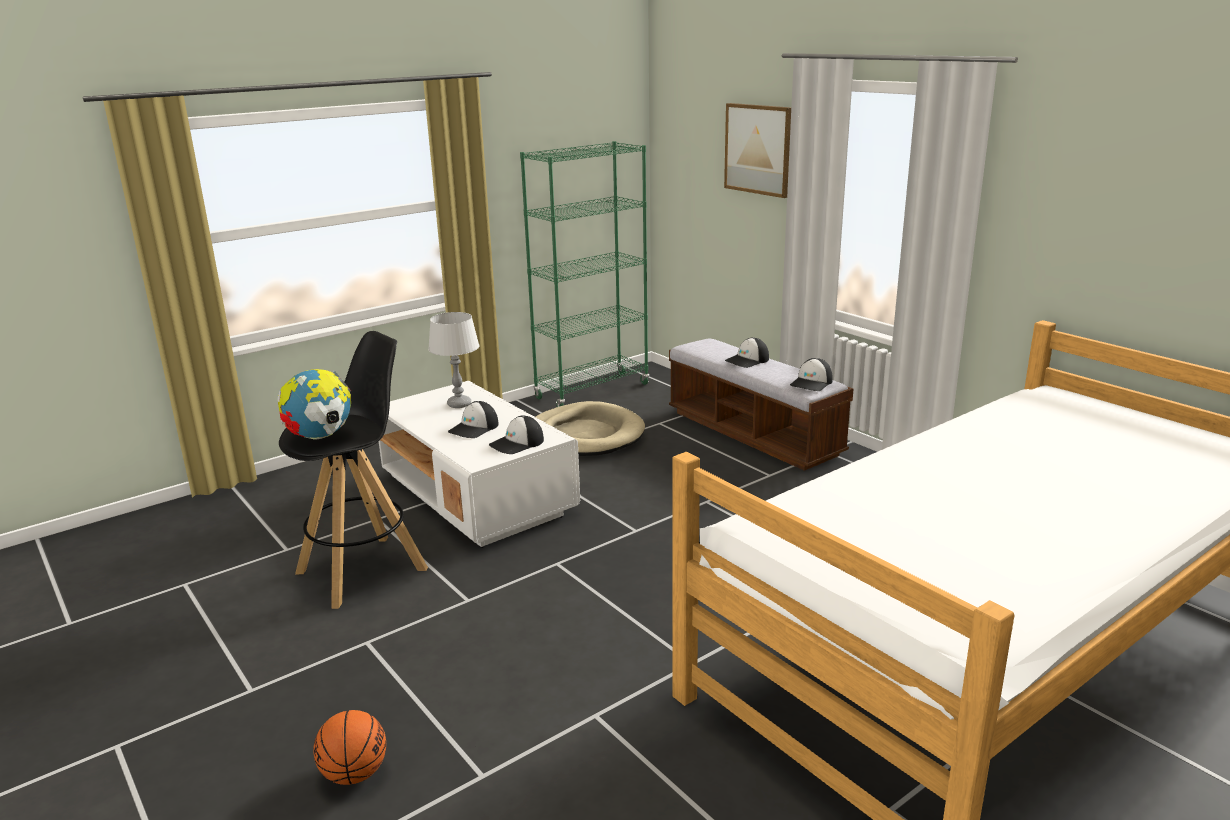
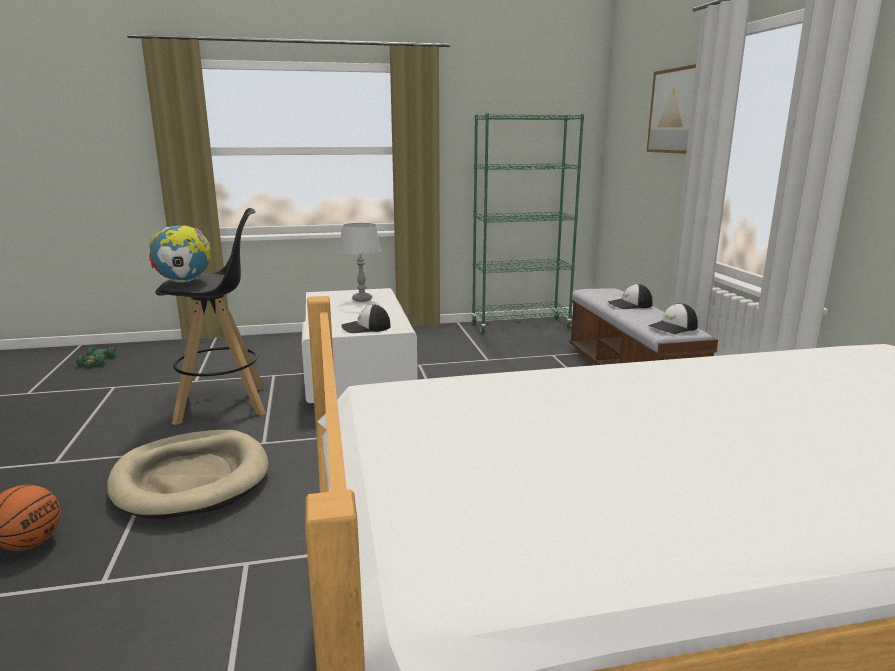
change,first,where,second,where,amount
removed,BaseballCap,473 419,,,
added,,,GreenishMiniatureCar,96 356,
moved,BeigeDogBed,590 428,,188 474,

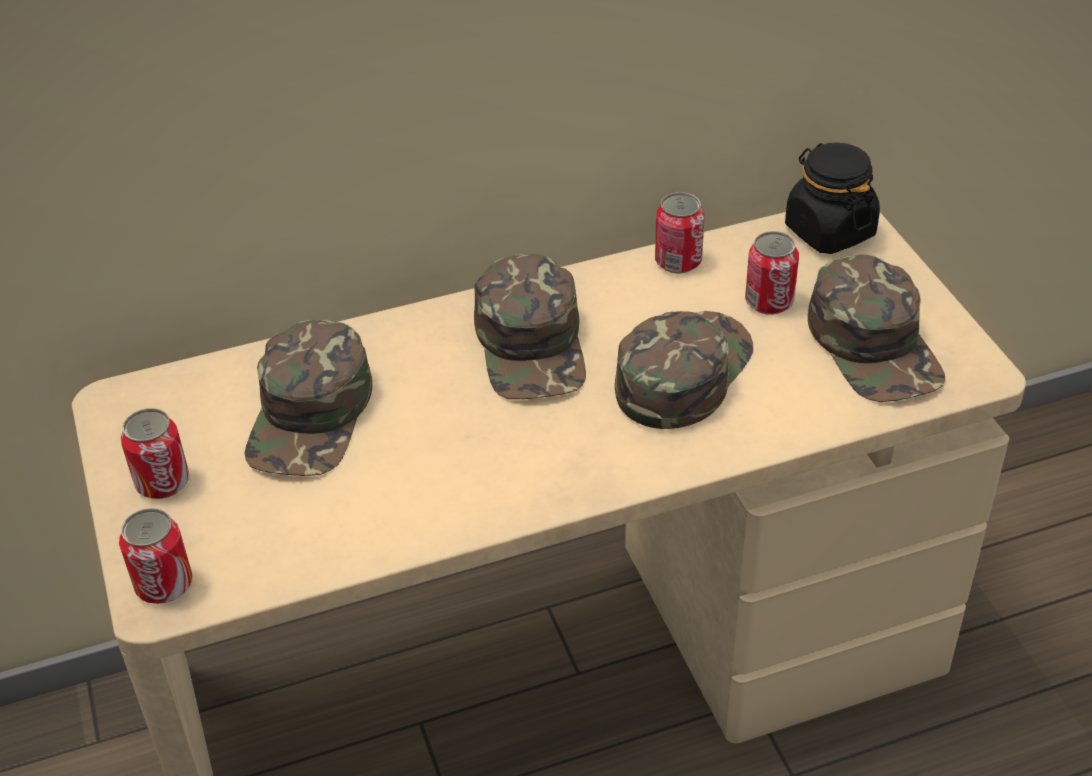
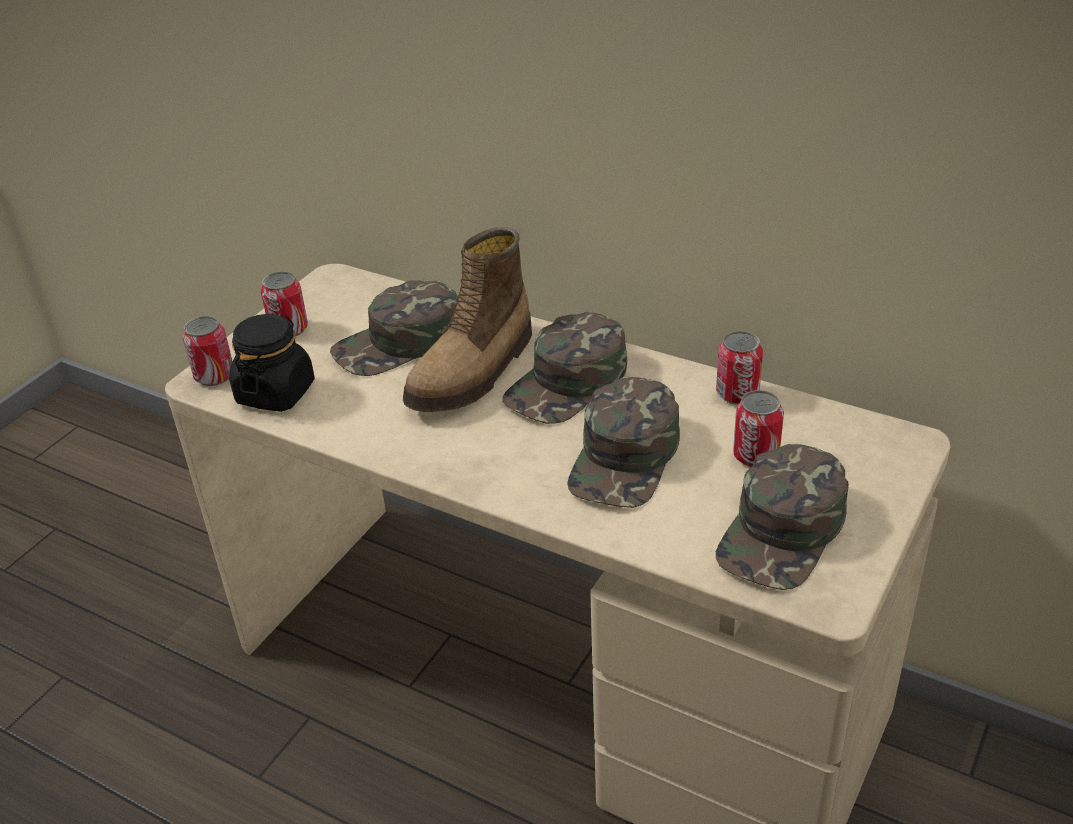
change,first,where,second,where,amount
added,,,TallBoot,467 319,
moved,BlackColouredStorageJar,832 198,,272 362,
turned,GreenishBaseballCap,684 370,,623 442,120 degrees clockwise

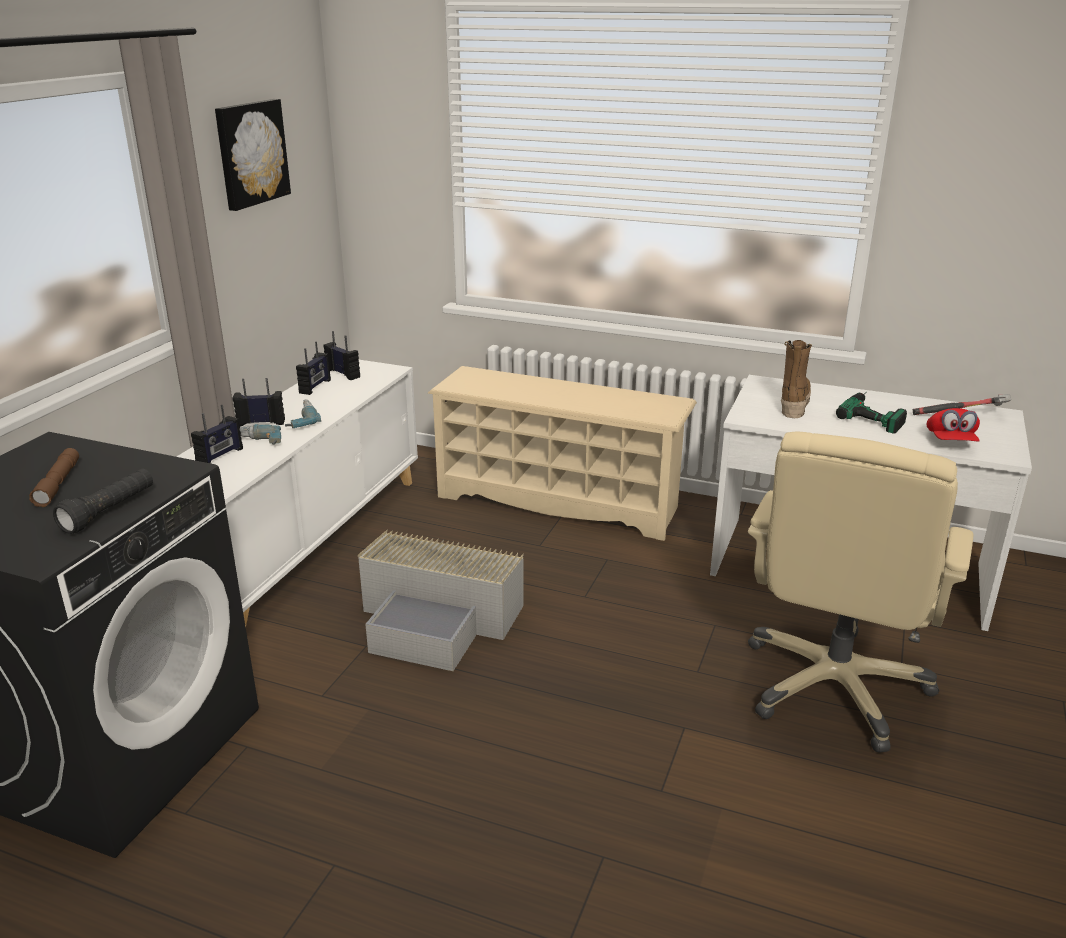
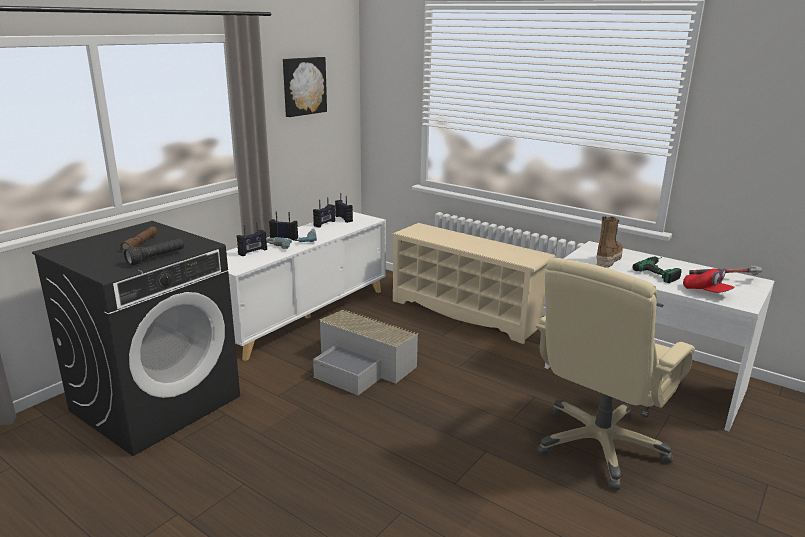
change,first,where,second,where,amount
turned,RedBaseballCap,953 424,,709 280,60 degrees counterclockwise

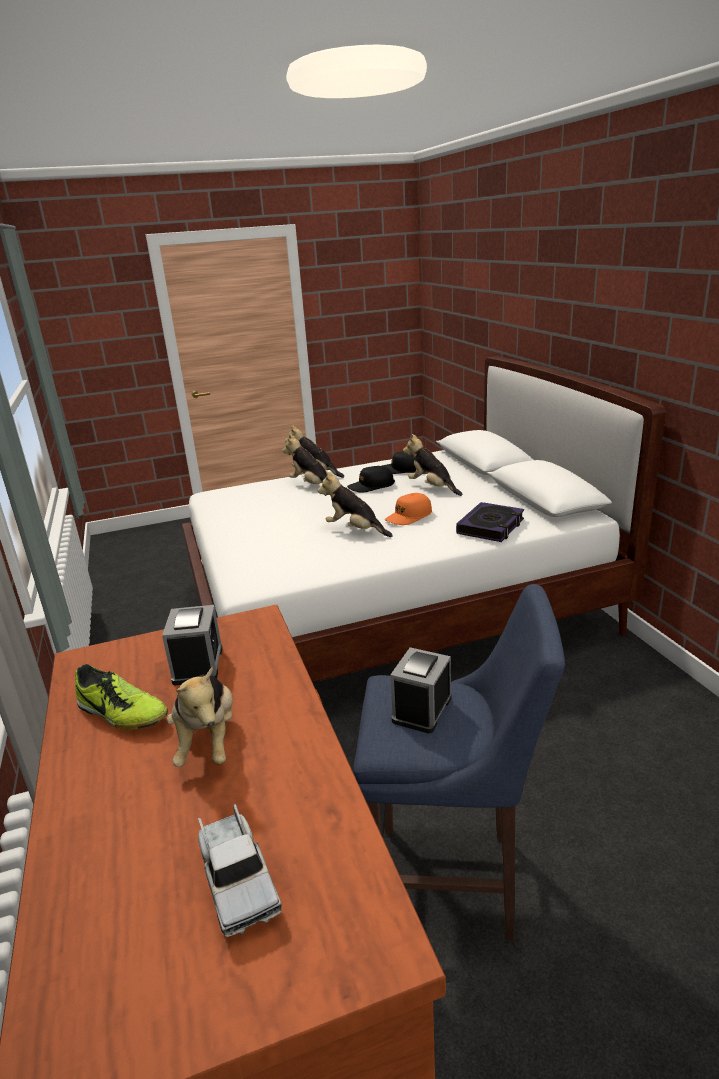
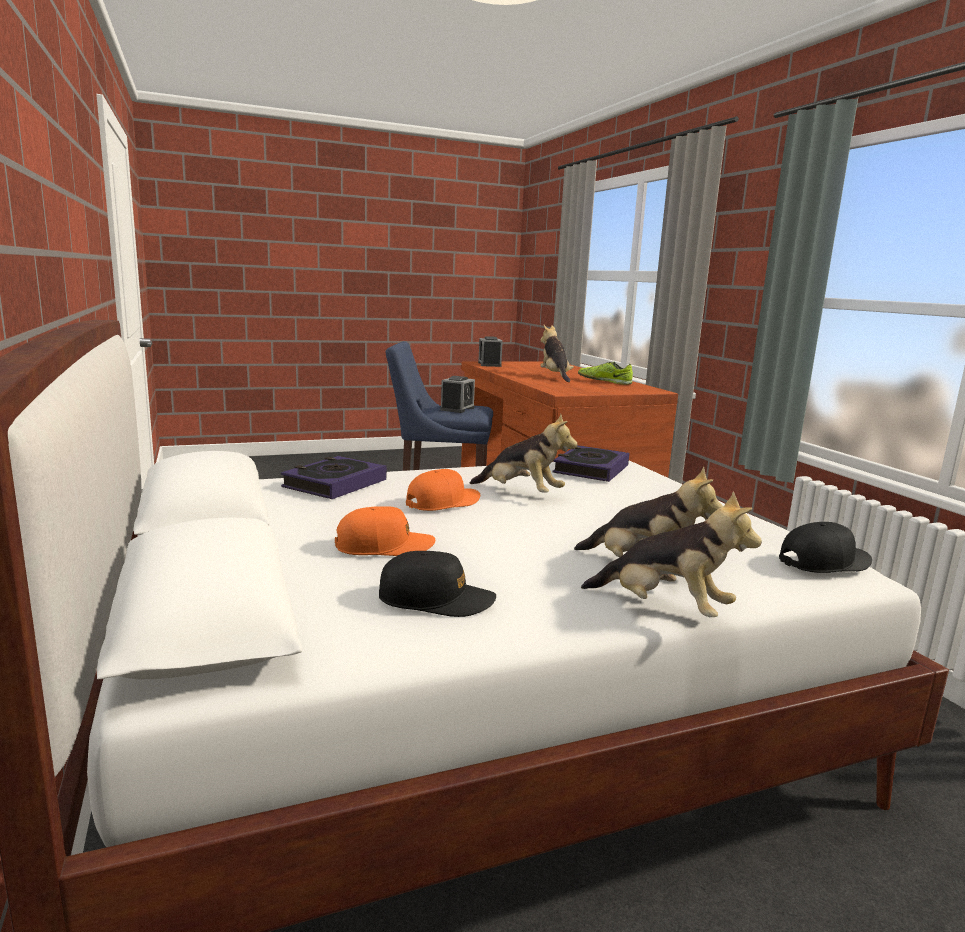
change,first,where,second,where,amount
removed,ToyLorry,240 870,,,
added,,,Book,591 463,
moved,AlarmClock,192 645,,490 351,
moved,BlackColouredBaseballCap,371 479,,825 547,
replaced,PlushToy,433 465,OrangeyBaseballCap,385 531,

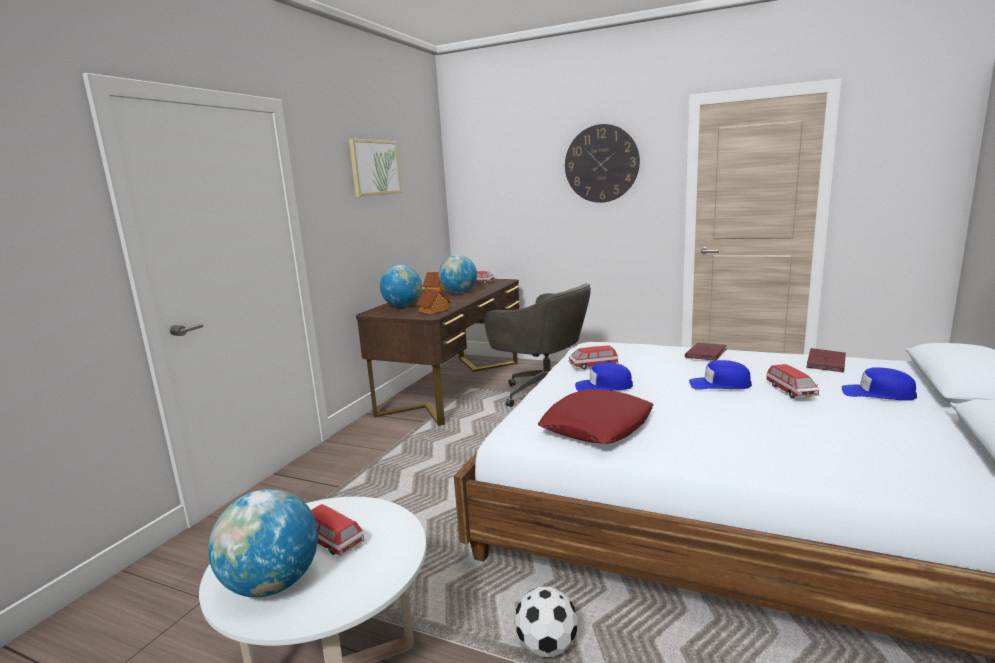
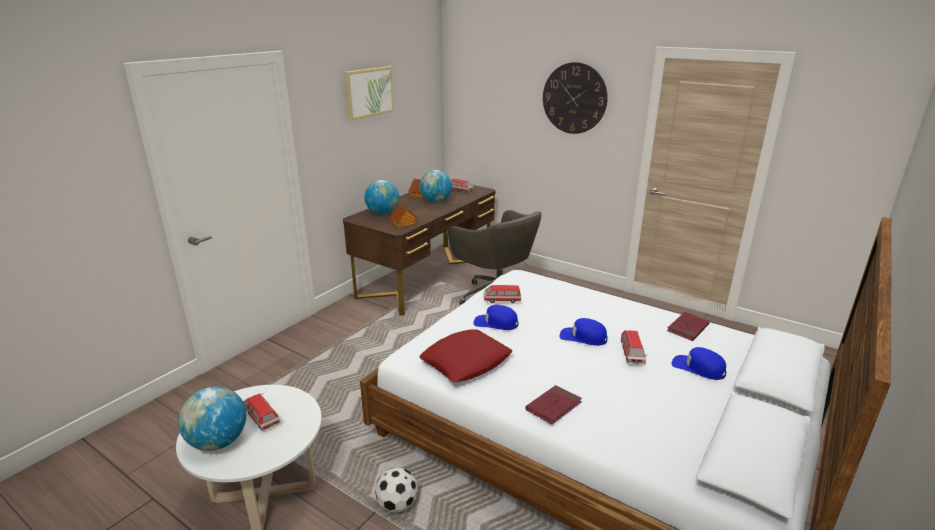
change,first,where,second,where,amount
moved,RedBook,706 352,,553 405,

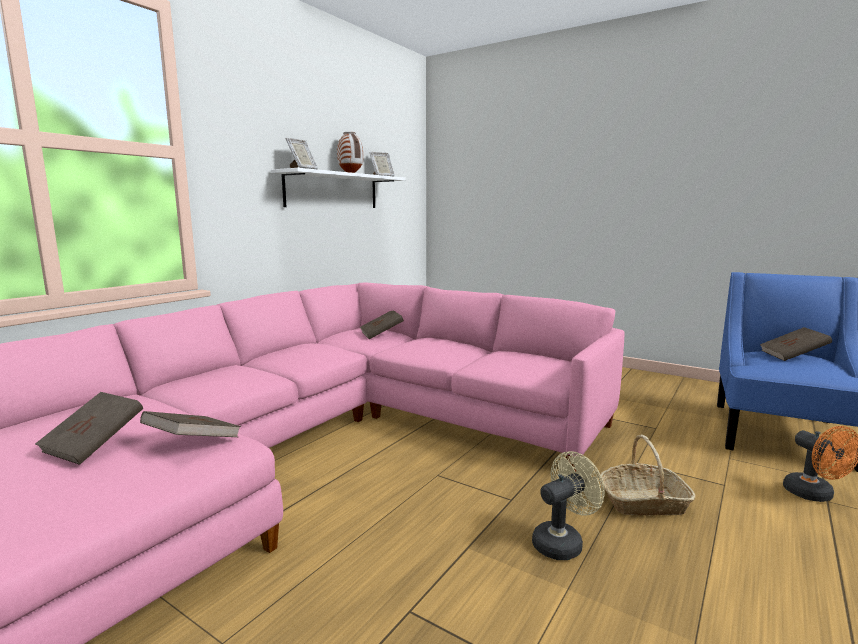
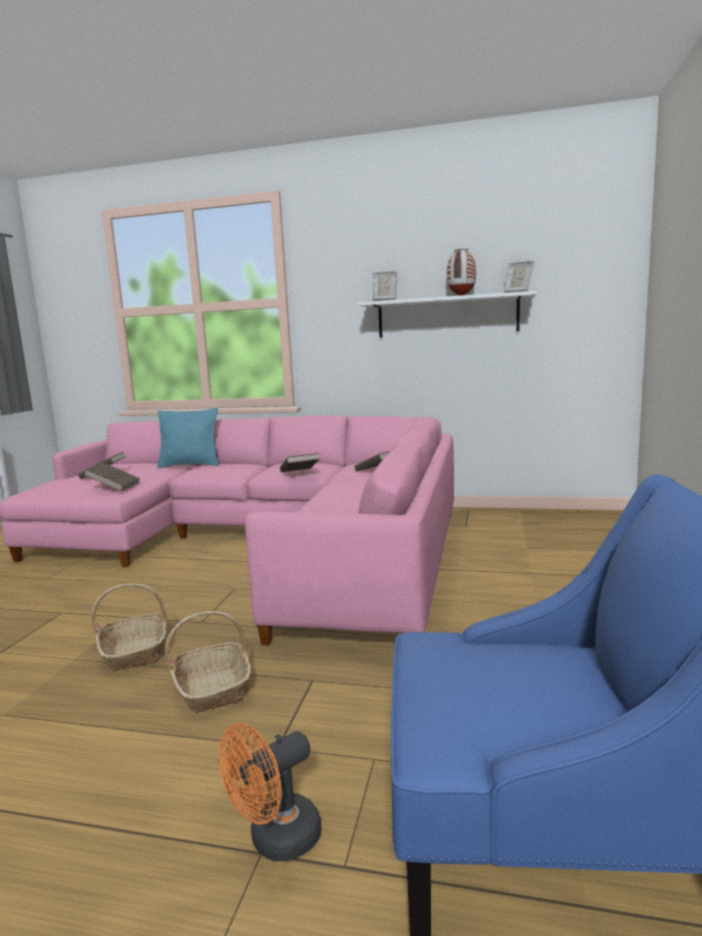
change,first,where,second,where,amount
added,,,BlueGreenCushion,188 438,
moved,BrownishBook,796 344,,299 462,
replaced,BeigeCoolingFan,568 505,StorageBasket,129 627,

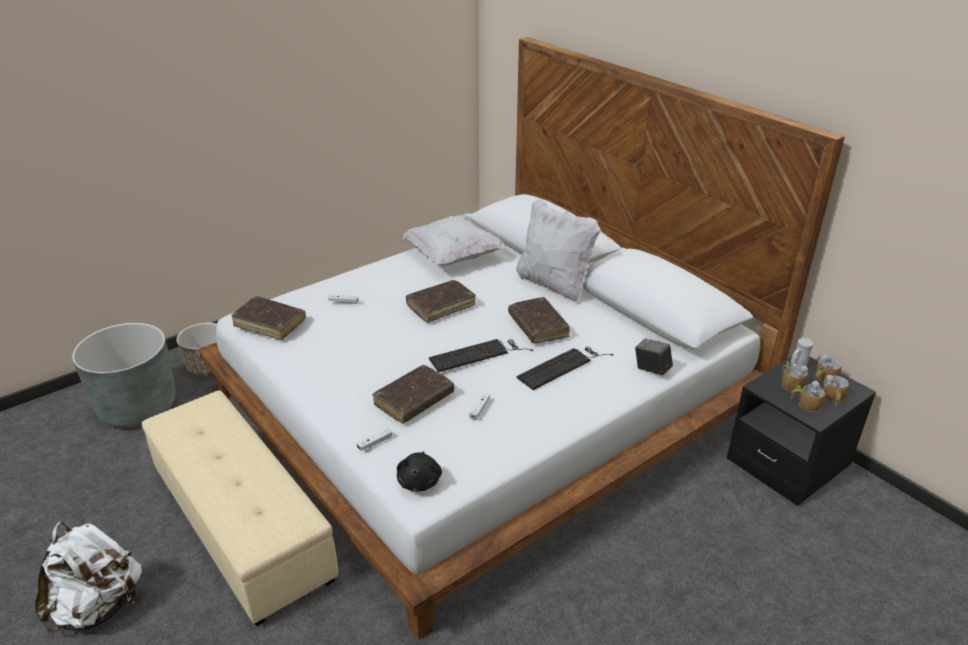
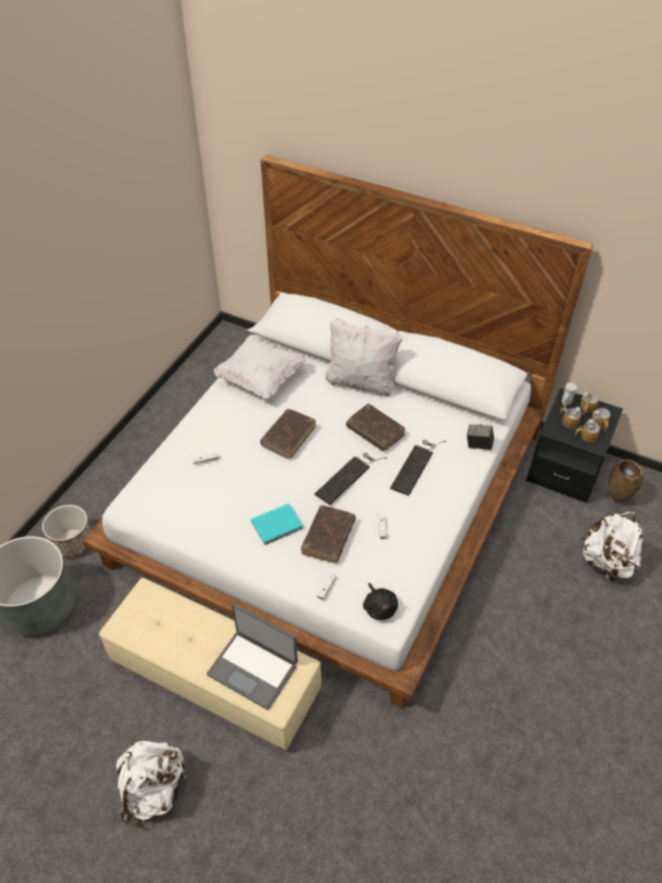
change,first,where,second,where,amount
removed,BrownishBook,269 318,,,
added,,,PortableComputer,252 657,
added,,,BlueGreenBook,277 524,
added,,,WhiteBackpack,612 546,
added,,,BrownishVase,626 480,

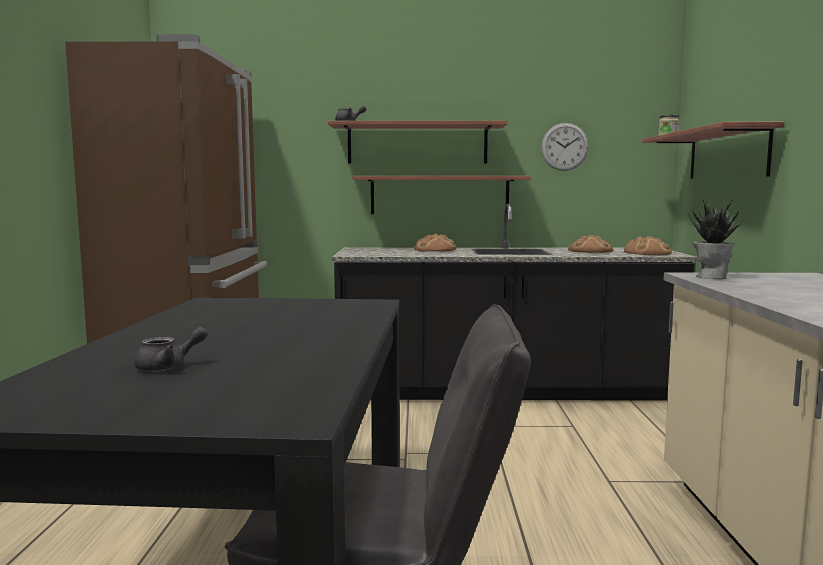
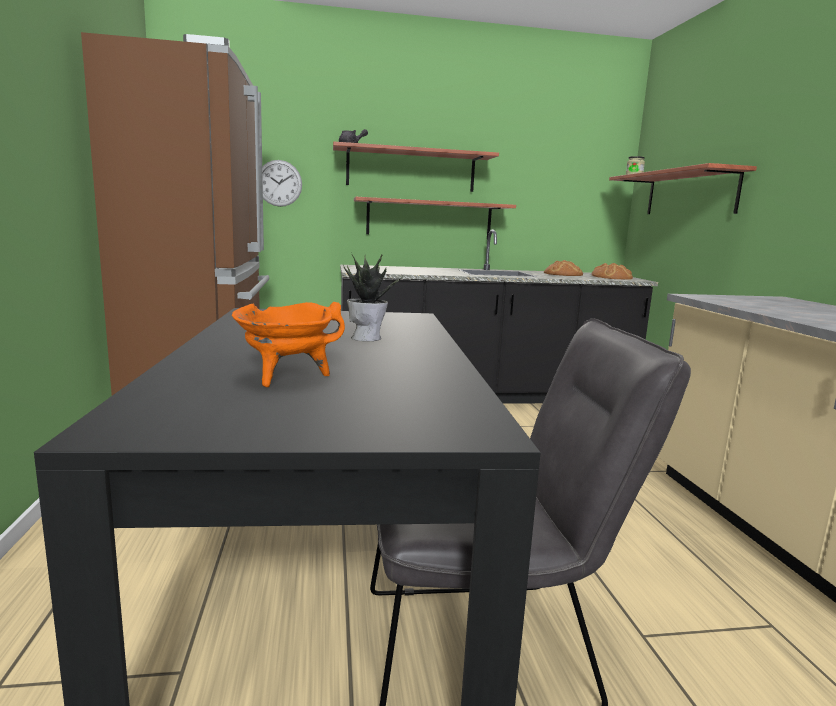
change,first,where,second,where,amount
removed,BakedBread,435 243,,,
moved,WallClock,564 147,,282 183,
moved,PottedPlant,717 239,,372 298,
replaced,GreyTeapot,171 349,OrangeySaucepot,288 344,

